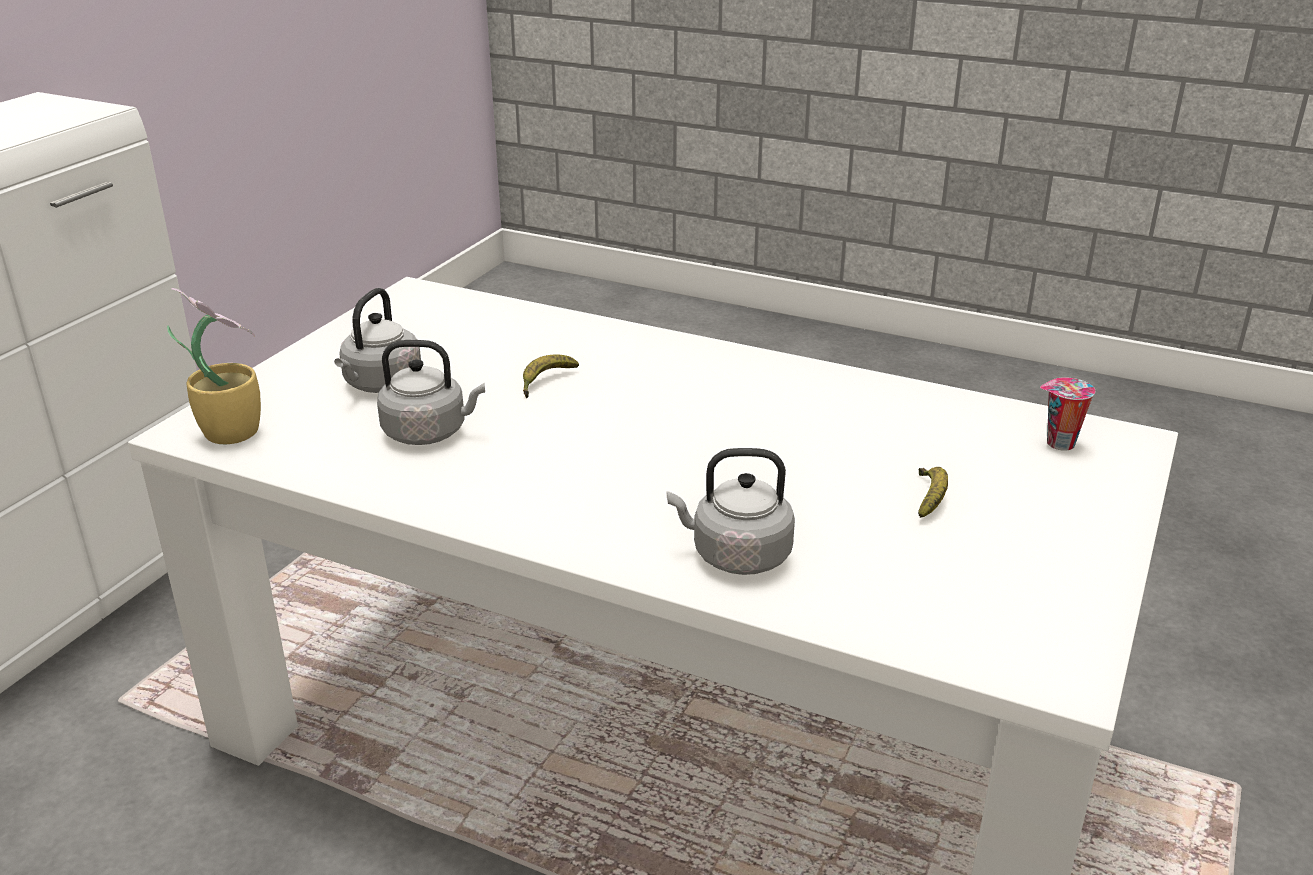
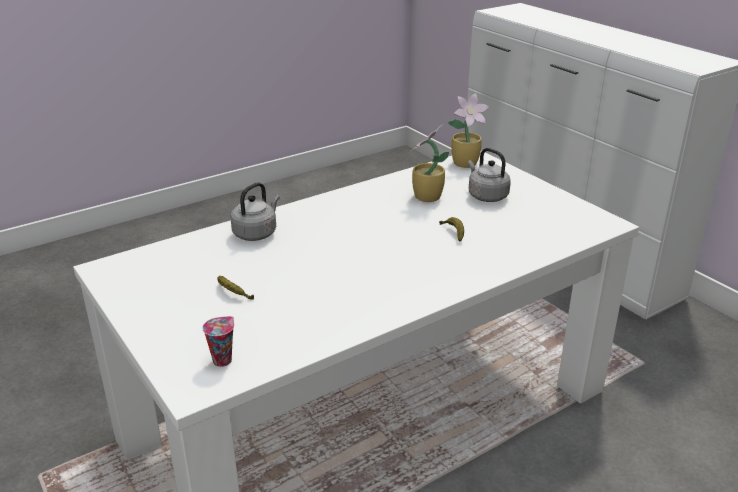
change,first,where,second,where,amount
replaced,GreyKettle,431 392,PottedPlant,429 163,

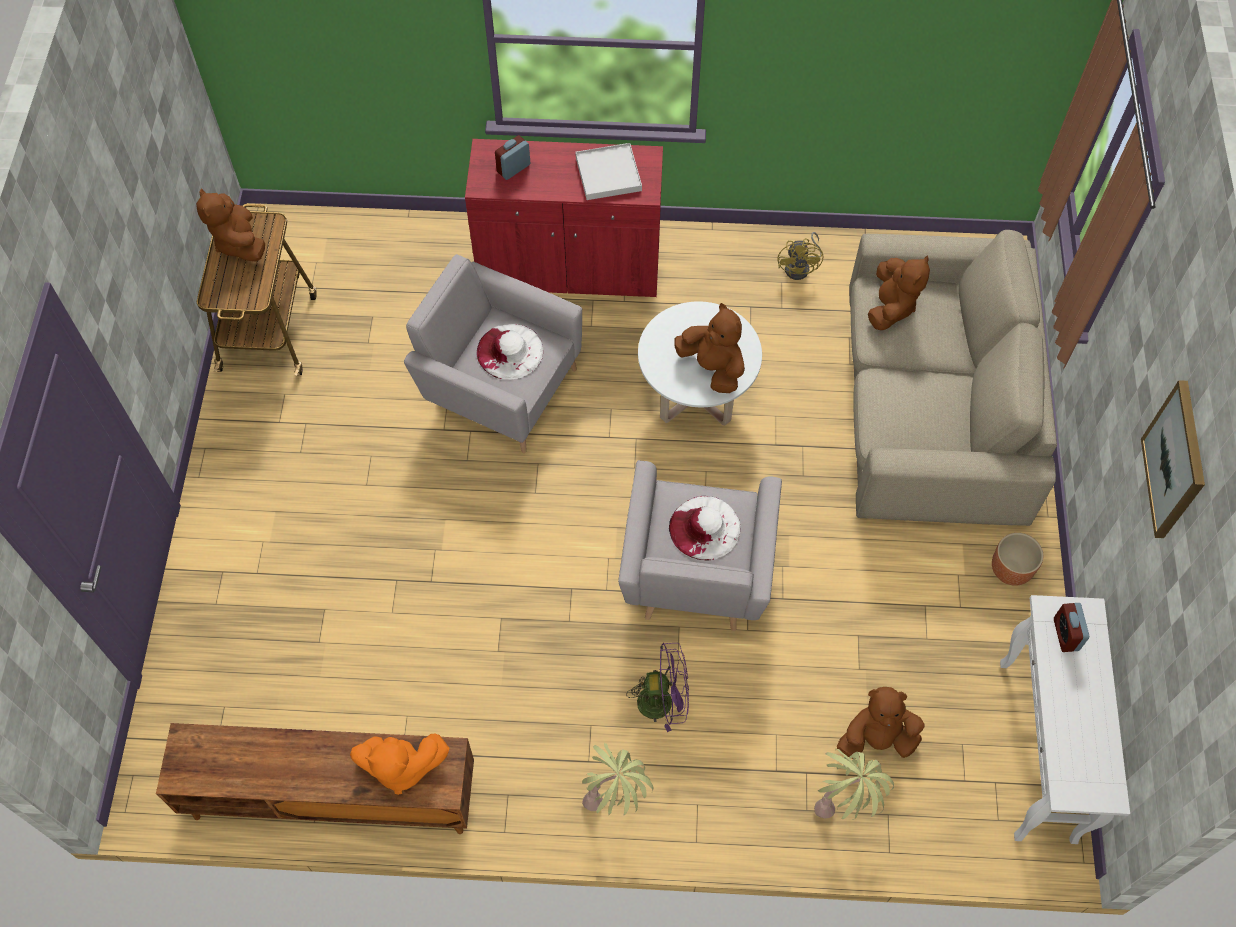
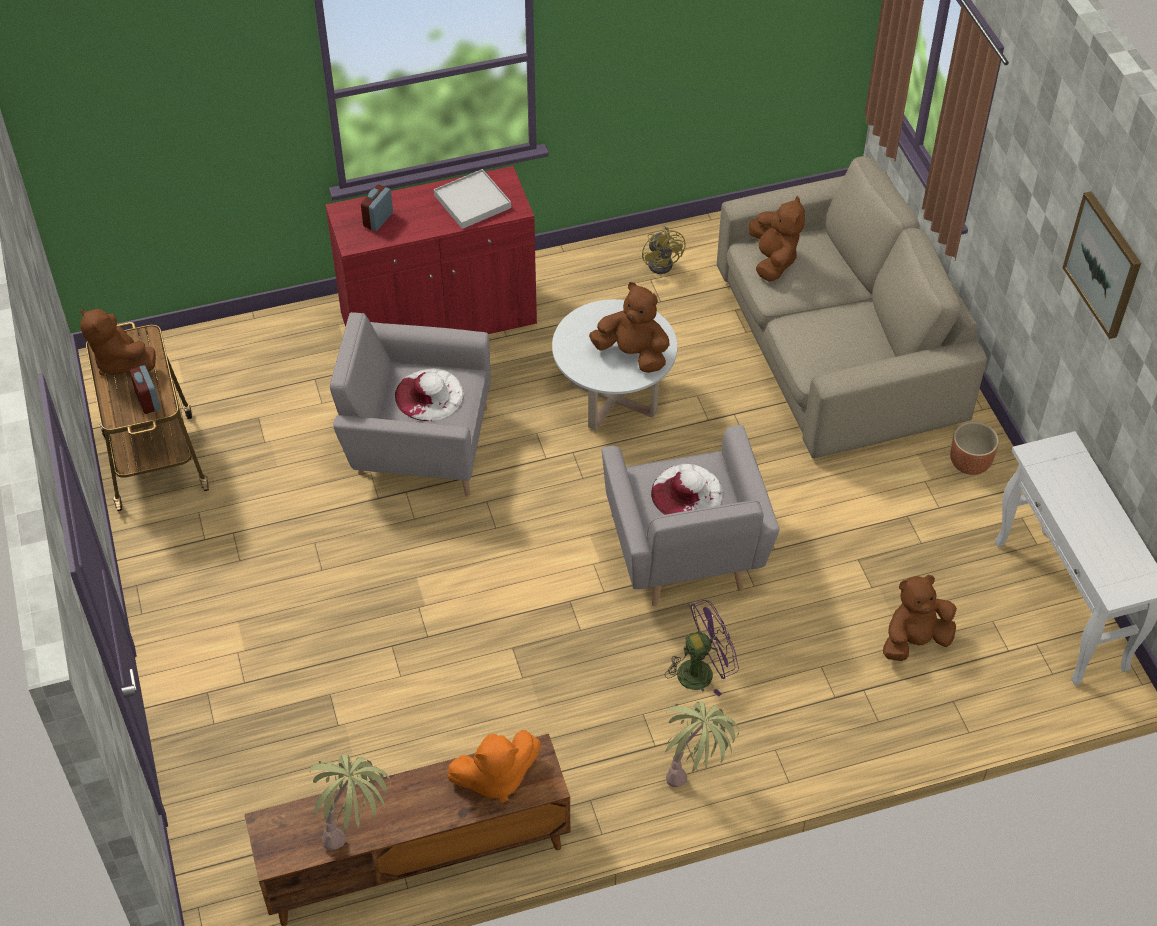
change,first,where,second,where,amount
moved,PottedPlant,854 784,,350 803,
moved,AlarmClock,1071 627,,144 389,

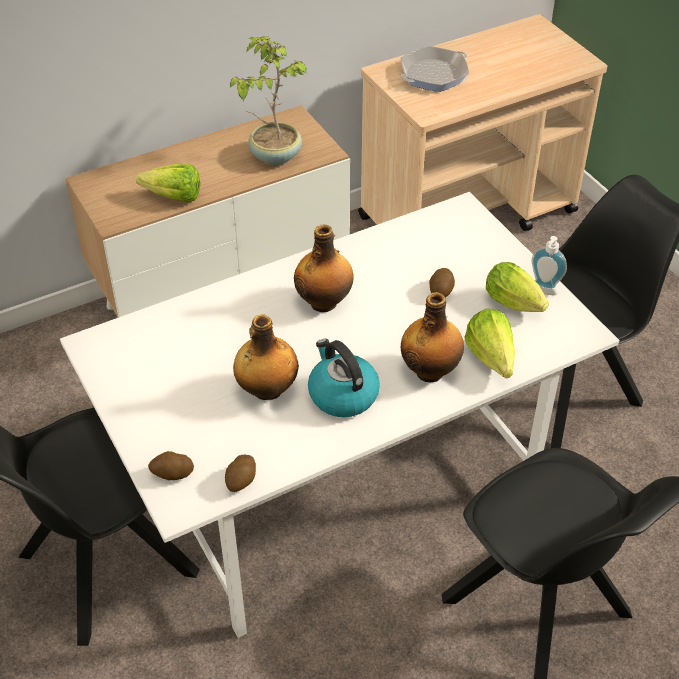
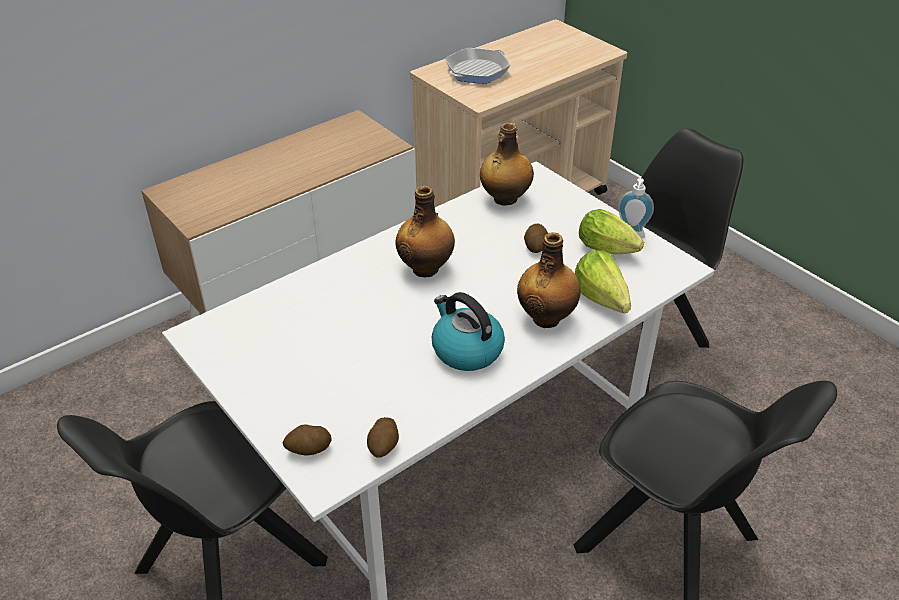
change,first,where,second,where,amount
removed,HeadOfLettuce,168 183,,,
removed,PottedPlant,268 100,,,
moved,BeverageBottle,266 357,,507 164,

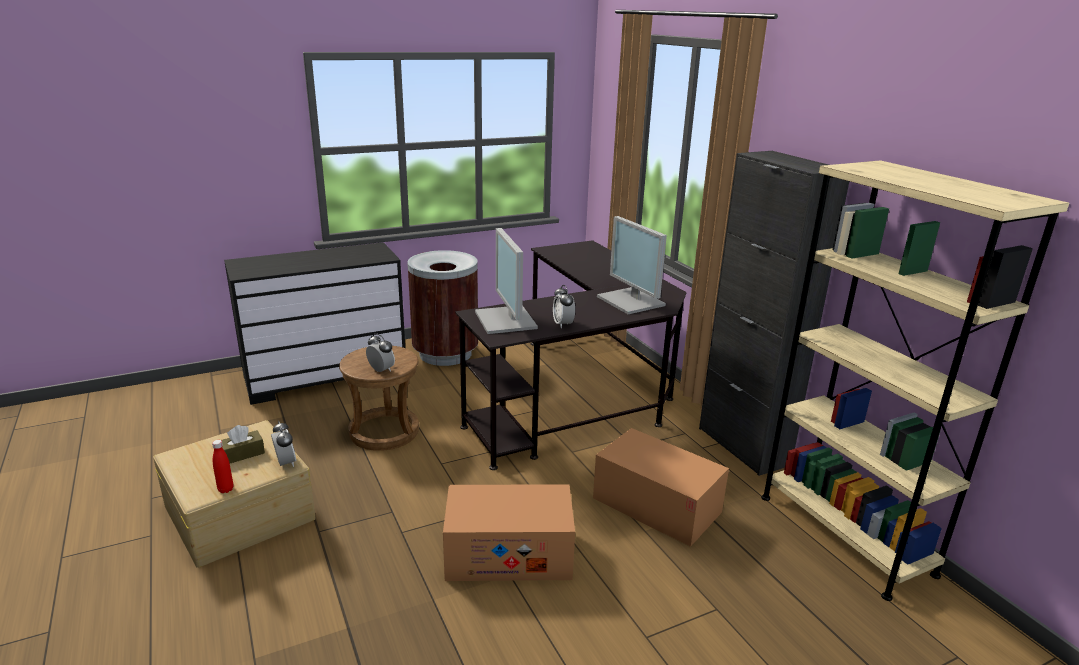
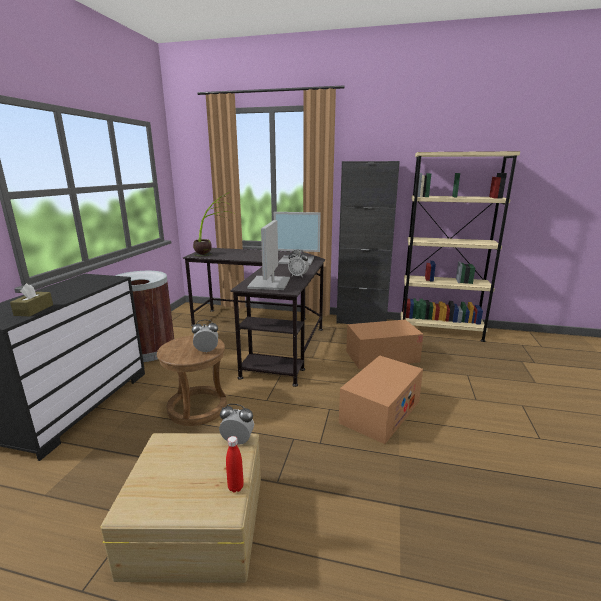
change,first,where,second,where,amount
added,,,PottedPlant,213 224,
moved,BrownishBoxOfTissues,243 444,,31 299,
turned,ComputerScreen,506 281,,268 255,75 degrees clockwise

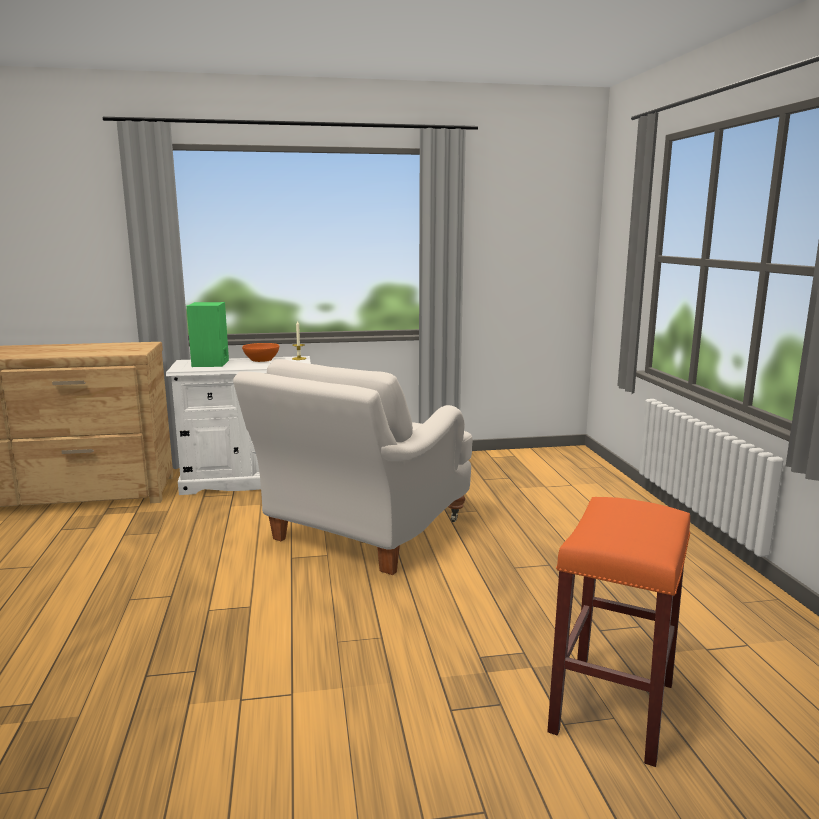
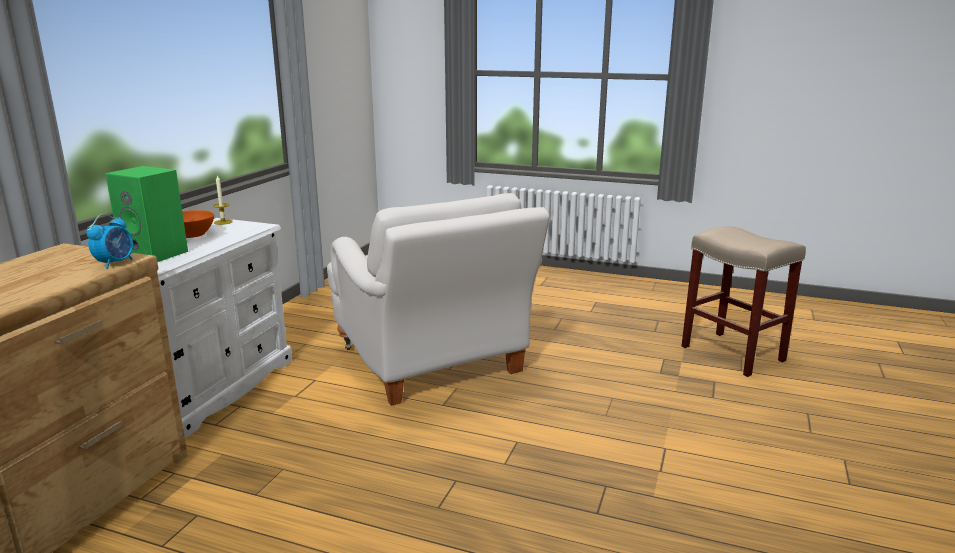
change,first,where,second,where,amount
added,,,AlarmClock,109 241,
recoloured,OrangeyStool,618 632,BeigeStool,744 301,

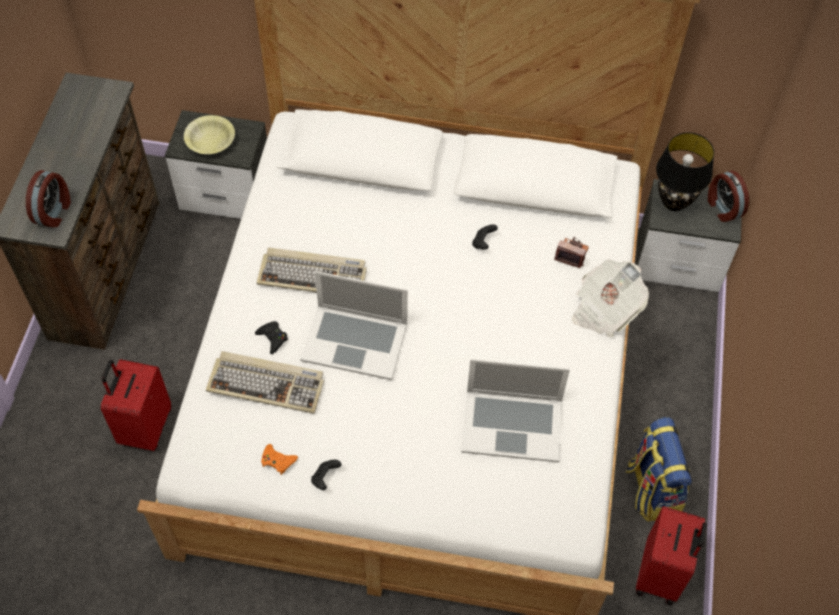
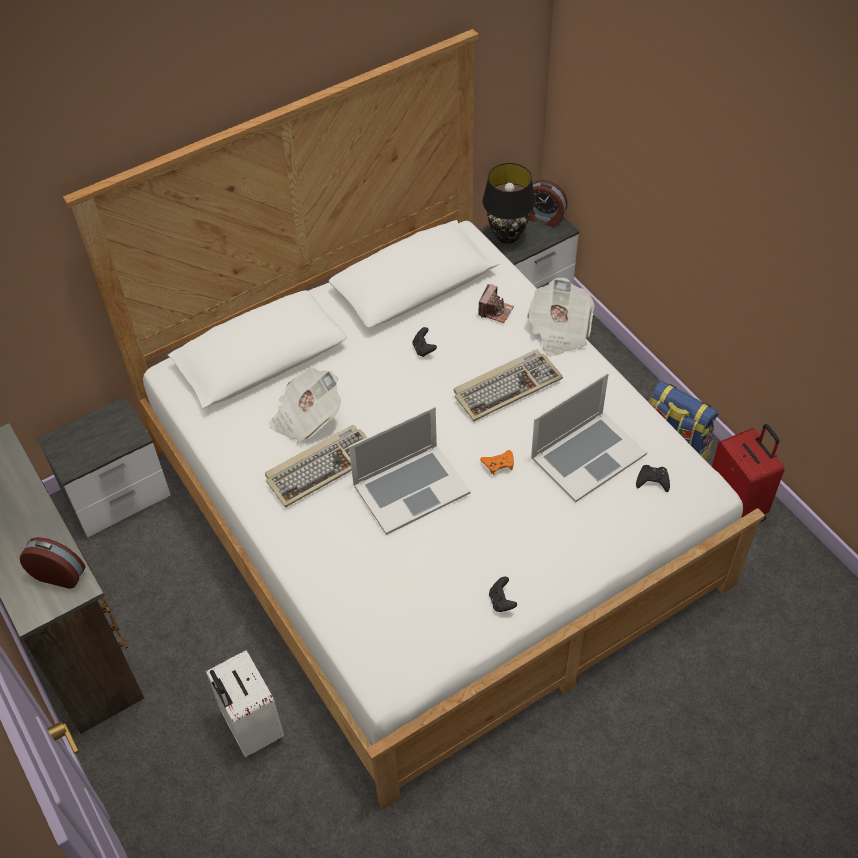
change,first,where,second,where,amount
removed,YellowishDeepDish,209 134,,,
added,,,PrintedPaper,305 405,
moved,ComputerKeyboard,265 382,,508 385,
moved,BlackColouredJoypad,271 337,,653 478,
moved,OrangeyJoypad,279 459,,497 462,
recoloured,RedPieceOfLuggage,135 405,WhitePieceOfLuggage,245 703,
turned,AlarmClock,48 199,,52 563,45 degrees counterclockwise
turned,PhotoCamera,571 252,,496 303,135 degrees clockwise

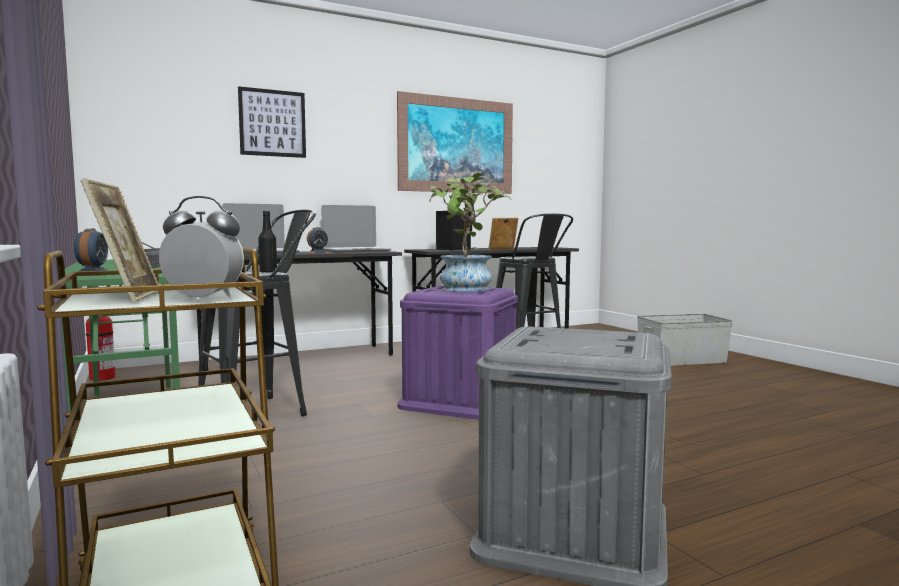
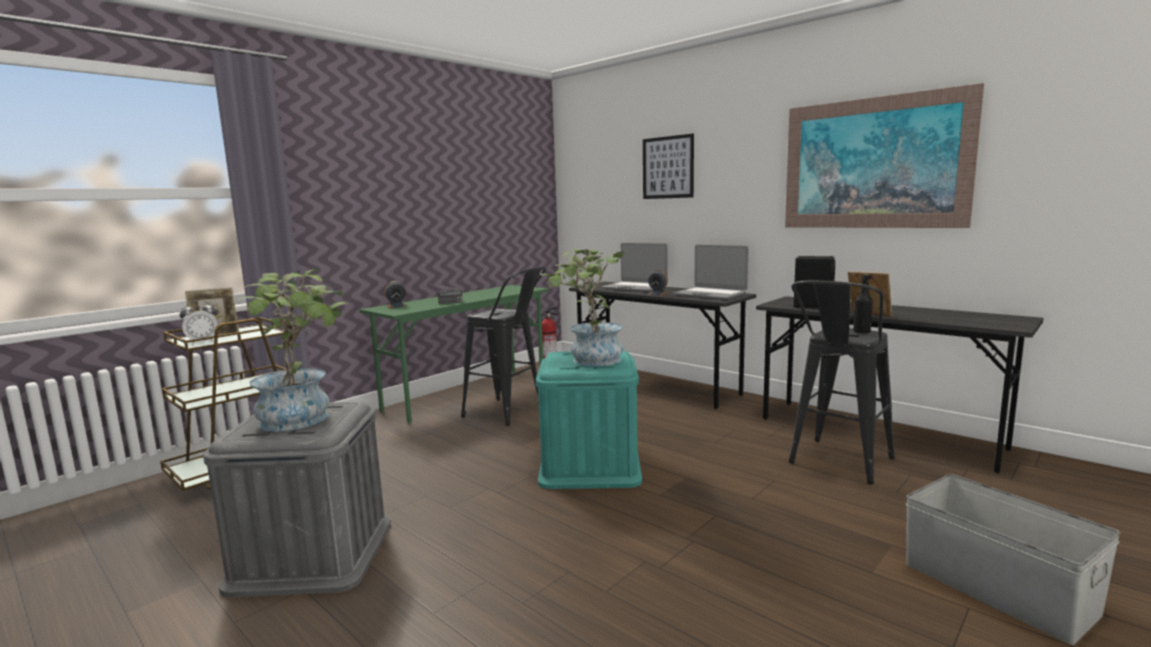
change,first,where,second,where,amount
added,,,PottedPlant,291 350,
moved,BlackColouredBeverageBottle,267 242,,863 304,
recoloured,PurpleStorageBox,457 353,BlueGreenStorageBox,589 420,
turned,AlarmClock,201 248,,198 322,75 degrees clockwise

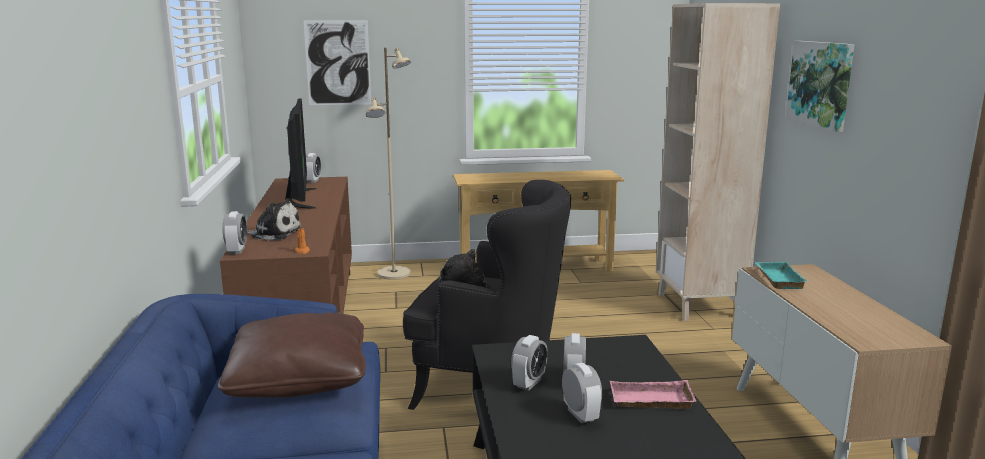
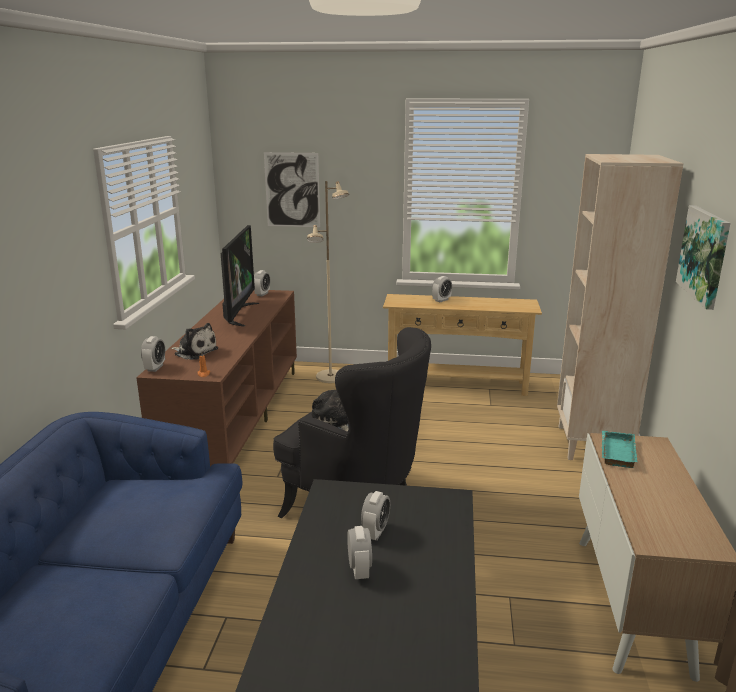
change,first,where,second,where,amount
removed,BrownishCushion,291 355,,,
removed,PinkColouredCarryingTray,653 394,,,
moved,AlarmClock,529 363,,442 289,

